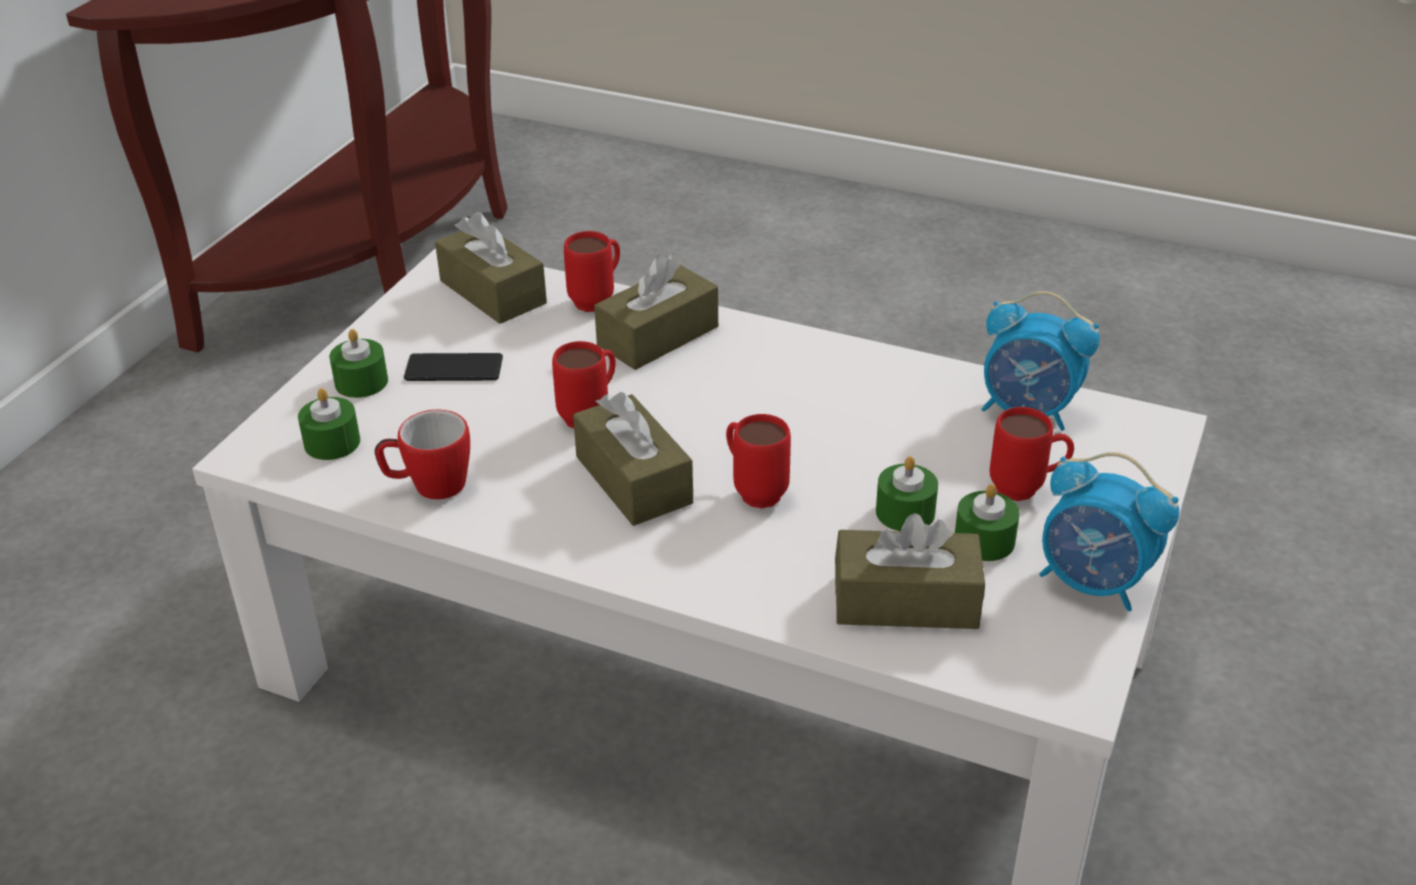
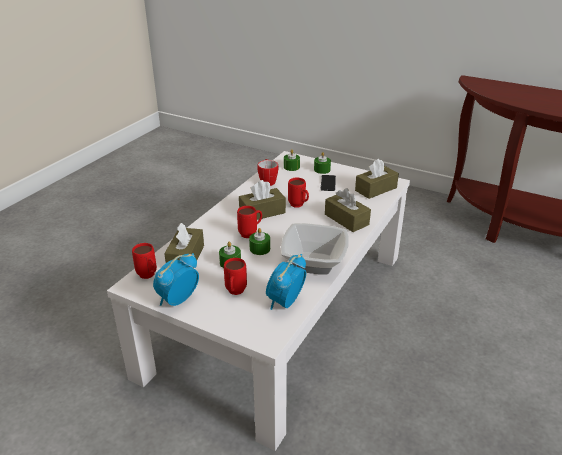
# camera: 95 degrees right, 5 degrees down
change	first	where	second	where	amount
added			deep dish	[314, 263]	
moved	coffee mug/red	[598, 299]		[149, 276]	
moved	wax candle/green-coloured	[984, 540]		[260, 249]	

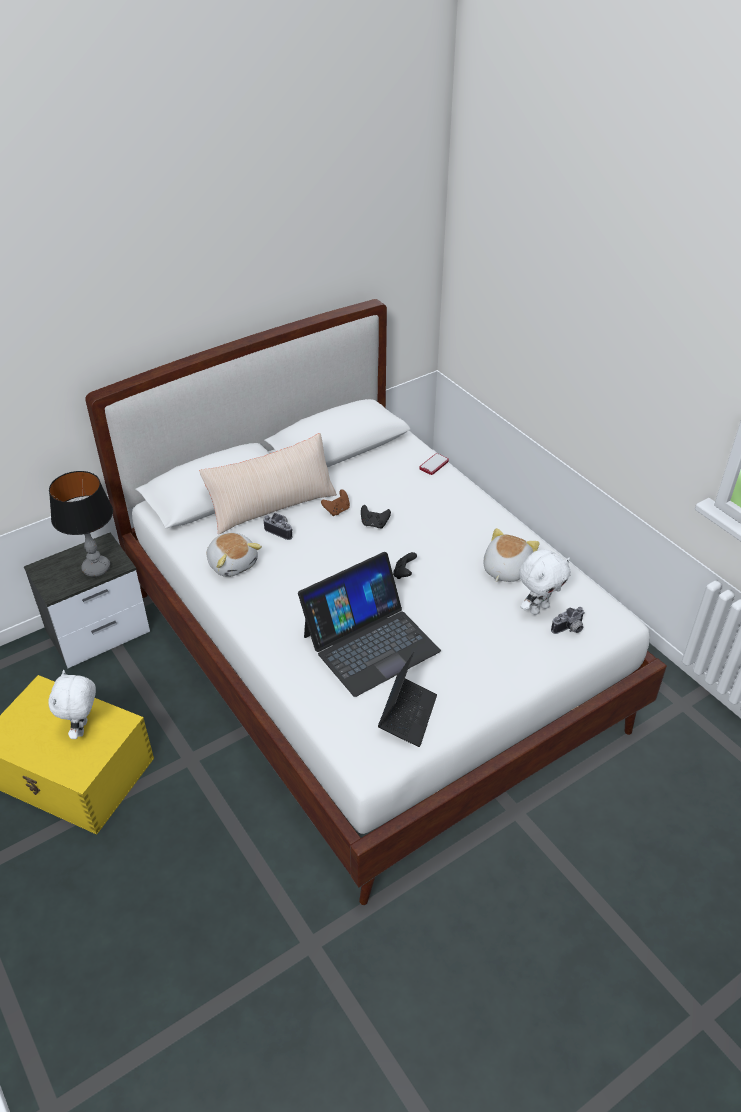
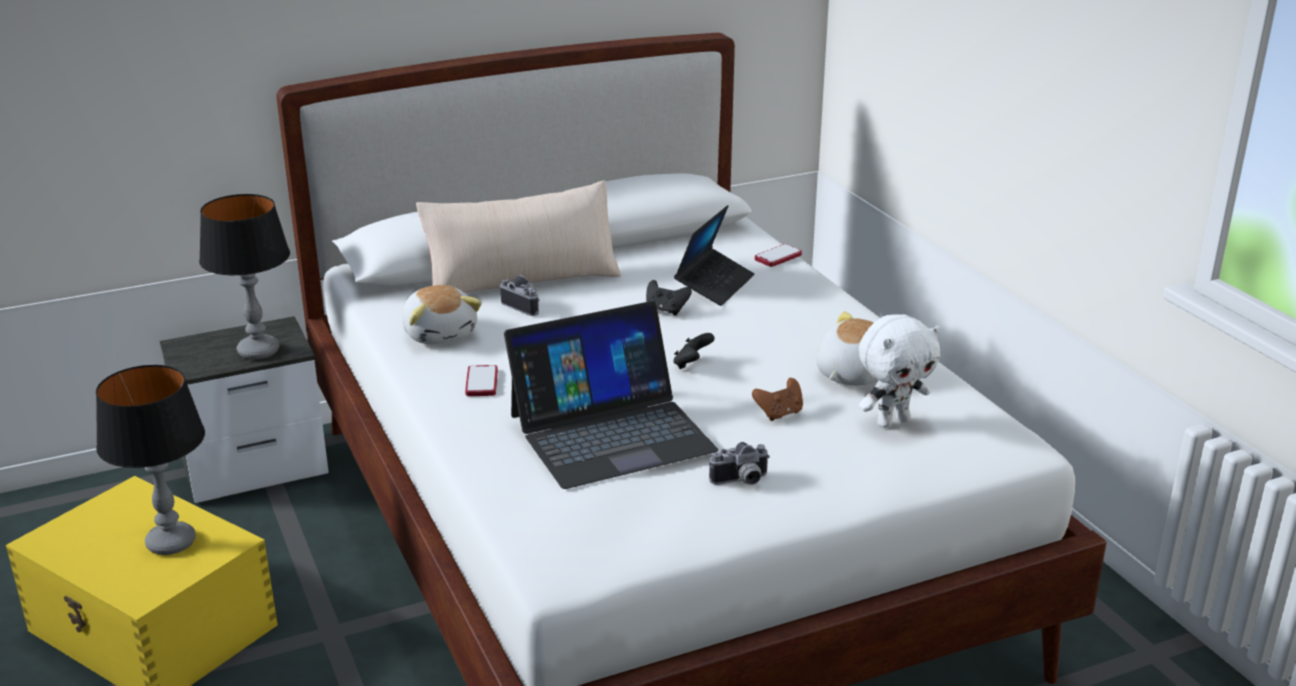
# camera: 10 degrees right, 15 degrees down
change	first	where	second	where	amount
added			telephone	[481, 382]	
moved	joypad/brown	[337, 510]		[779, 413]	
moved	portable computer	[407, 715]		[714, 285]	
moved	photo camera	[569, 629]		[741, 481]	
replaced	plush toy/white-coloured	[83, 729]	table lamp	[171, 543]	

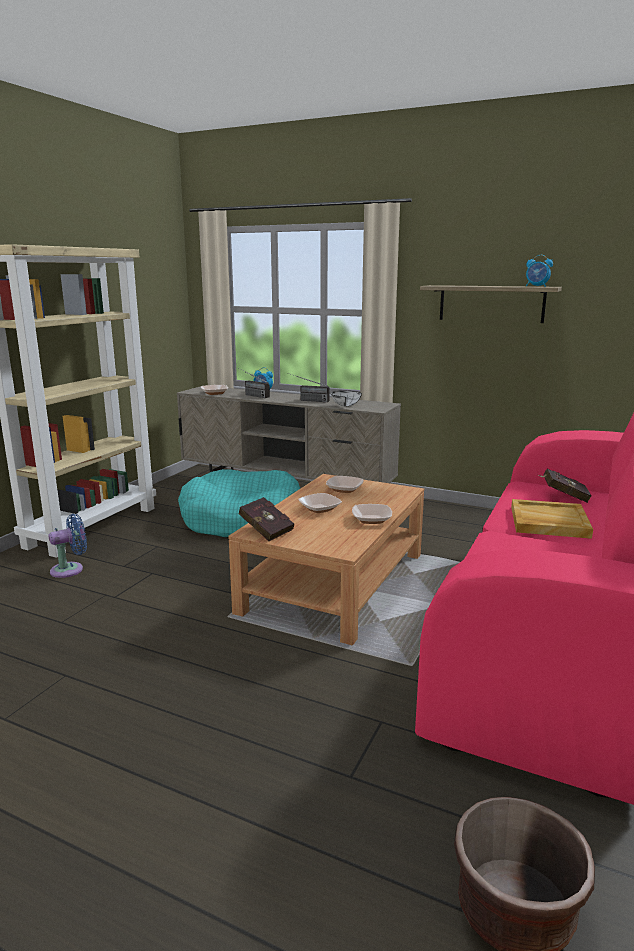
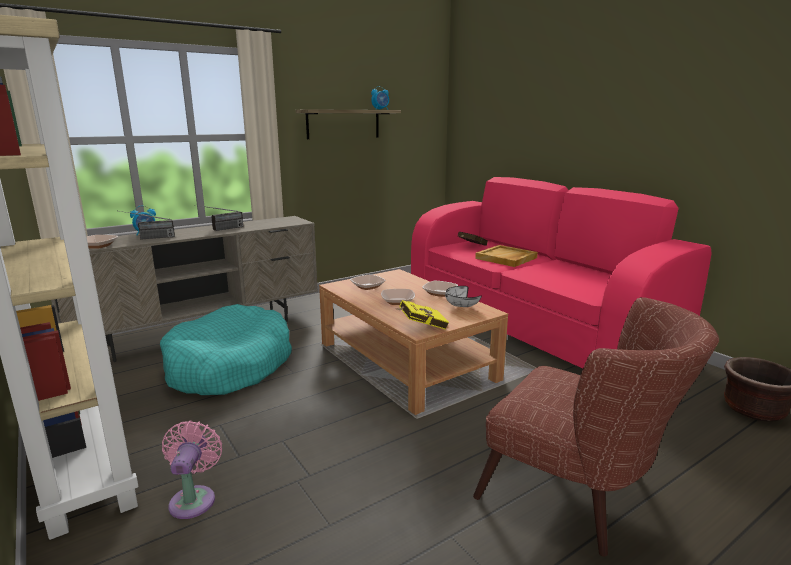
# camera: 60 degrees left, 0 degrees up
change	first	where	second	where	amount
added			lounge chair/brown	[578, 495]	
moved	deep dish/white-coloured	[343, 406]		[460, 306]	
recoloured	cooling fan/blue-coloured	[70, 569]	cooling fan/pink-coloured	[194, 498]	
recoloured	bound book/red	[265, 530]	bound book/yellowish	[421, 326]	

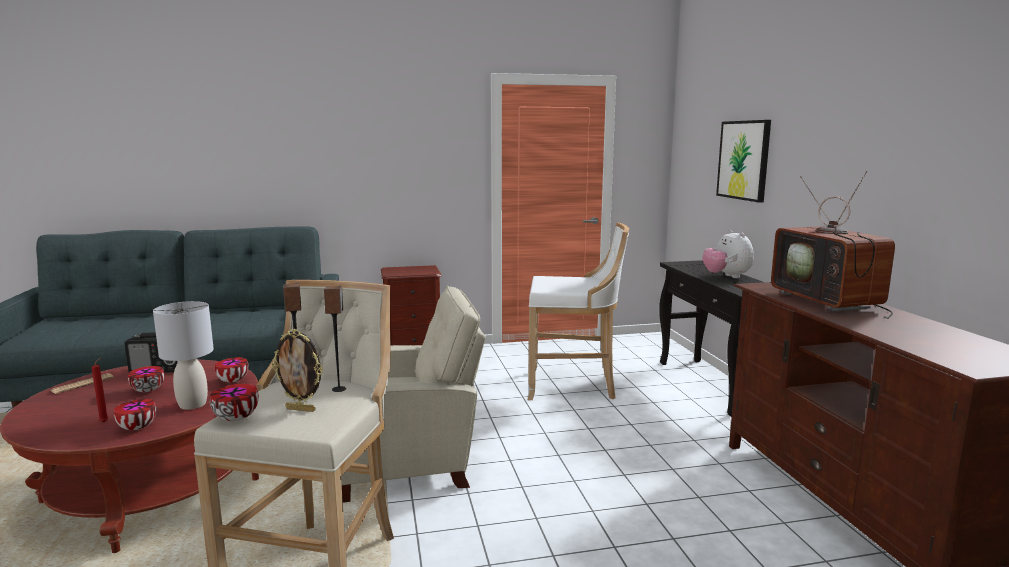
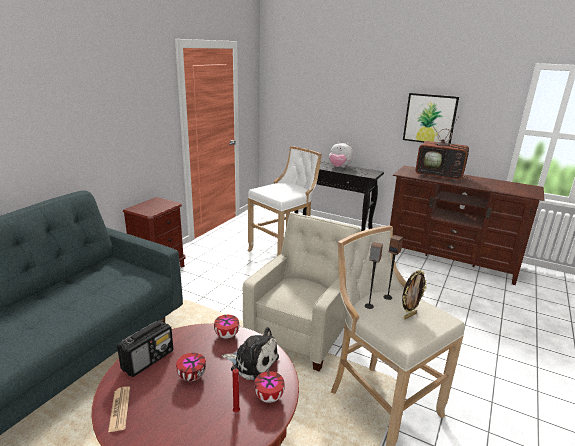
# camera: 50 degrees left, 10 degrees up
change	first	where	second	where	amount
removed	deep dish	[237, 418]			
moved	picture	[744, 160]		[430, 119]	
replaced	table lamp/grey	[193, 404]	plush toy	[252, 362]	

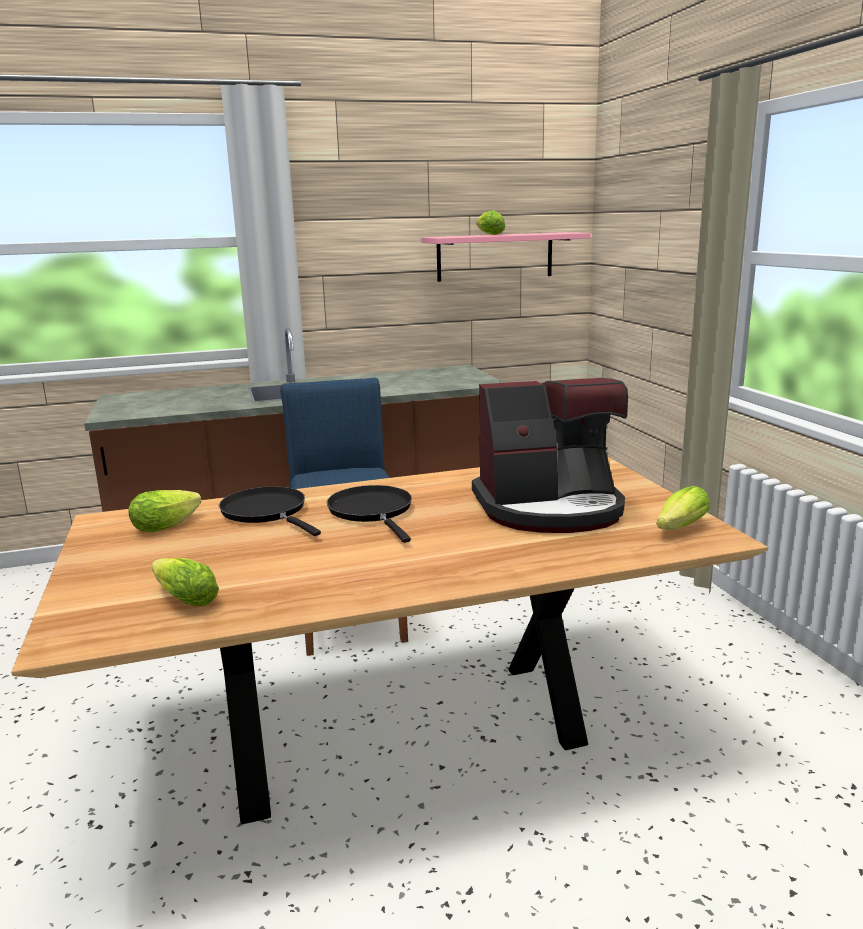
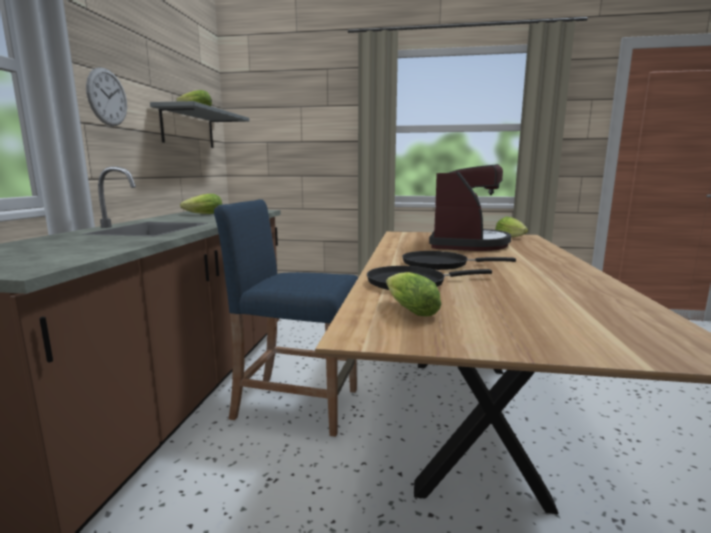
# camera: 65 degrees left, 5 degrees down
change	first	where	second	where	amount
added			clock on the wall	[107, 97]	
moved	head of lettuce	[183, 598]		[202, 214]	
recoloured	bracket shelf/pink-coloured	[495, 256]	bracket shelf/grey	[188, 128]	

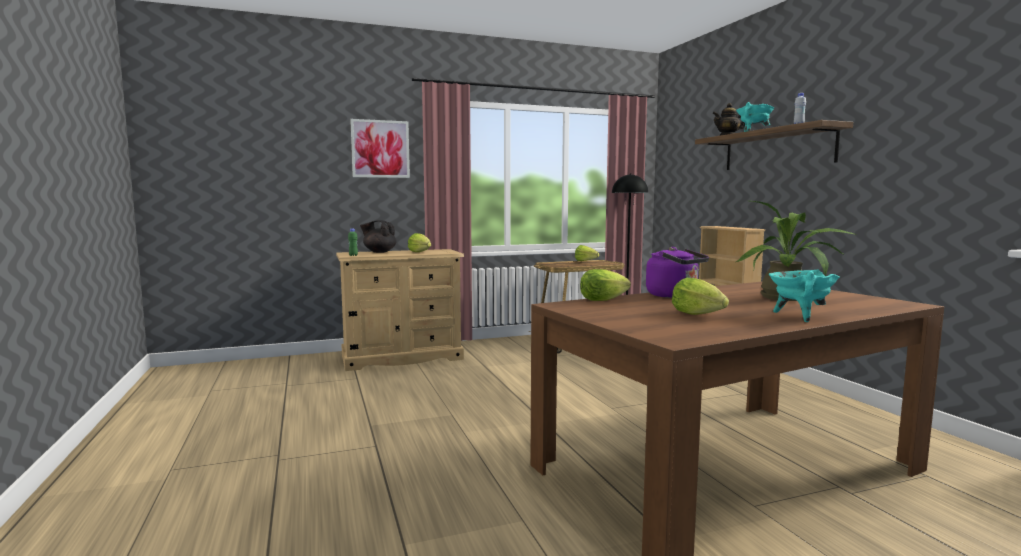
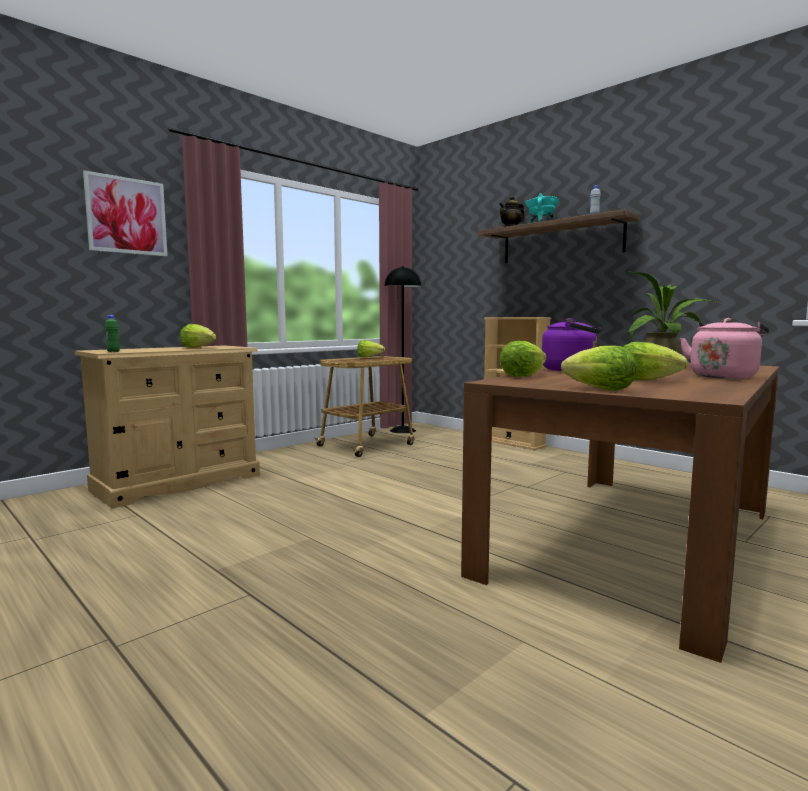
# camera: 25 degrees left, 0 degrees up
change	first	where	second	where	amount
removed	teapot/blackish	[379, 252]			
added			head of lettuce	[600, 389]	
replaced	stockpot/turquoise	[799, 316]	tea kettle/pink-coloured	[723, 376]	

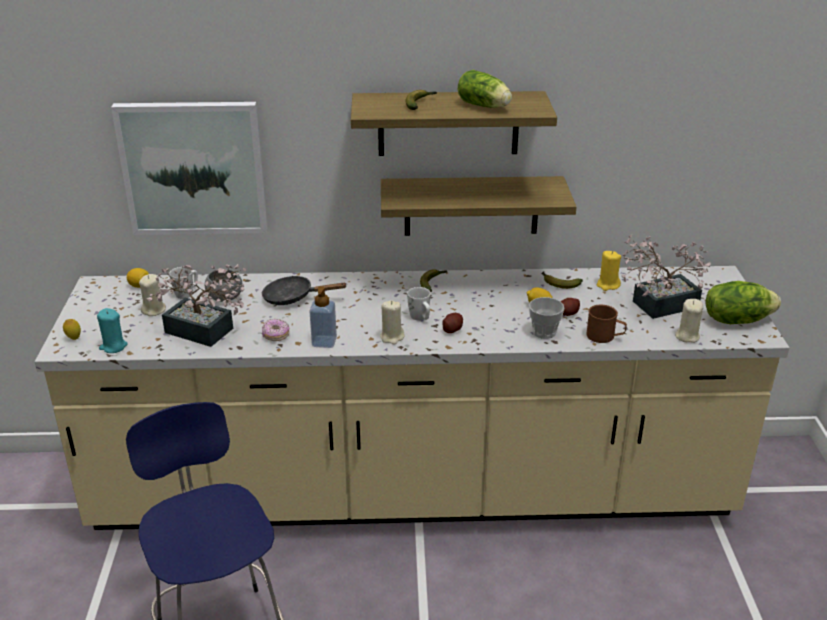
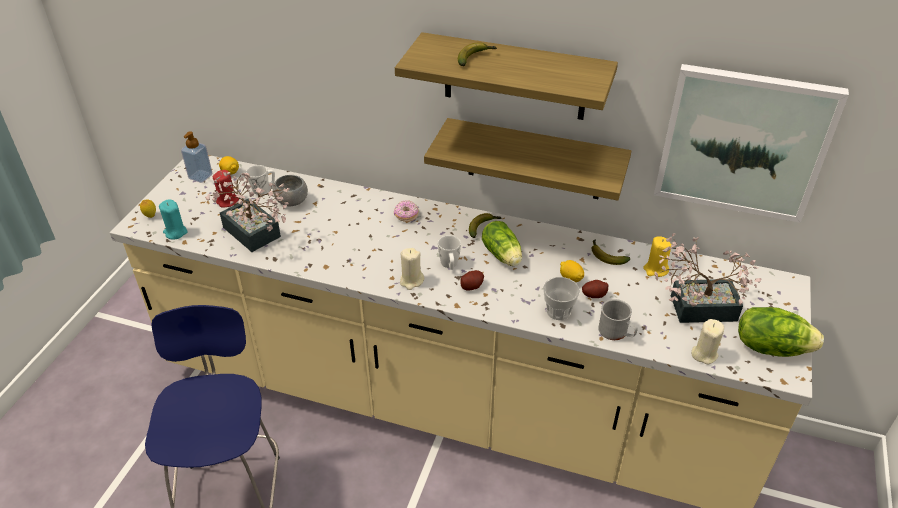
# camera: 20 degrees right, 10 degrees up
change	first	where	second	where	amount
removed	pan/blackish	[293, 297]			
moved	picture	[193, 168]		[743, 143]	
moved	doughnut	[275, 335]		[406, 215]	
moved	liquid soap bottle	[324, 342]		[200, 176]	
moved	head of lettuce	[485, 106]		[503, 256]	
recoloured	wax candle/beige	[154, 310]	wax candle/red	[227, 201]	
recoloured	coffee mug/brown	[605, 337]	coffee mug/grey	[616, 333]	

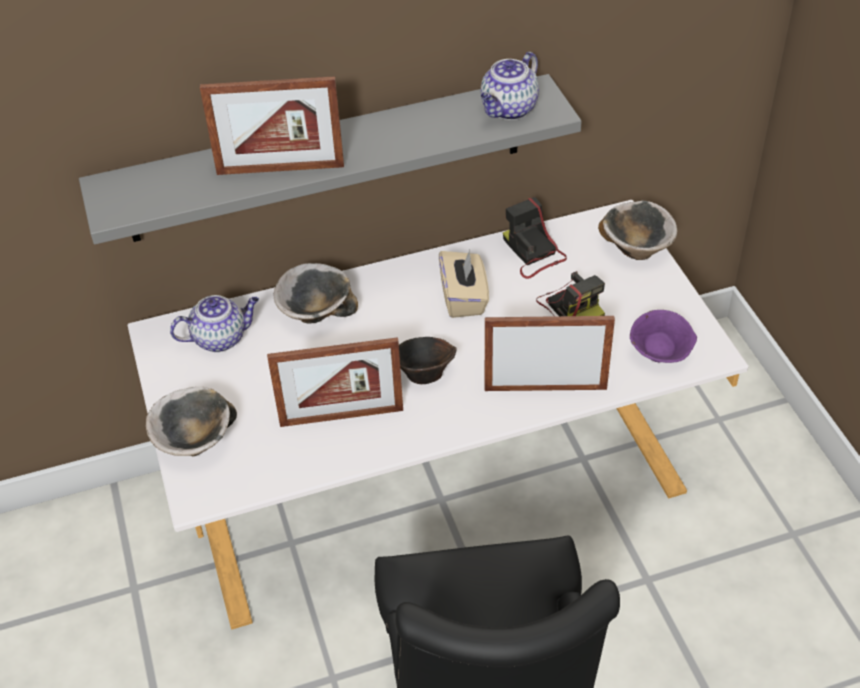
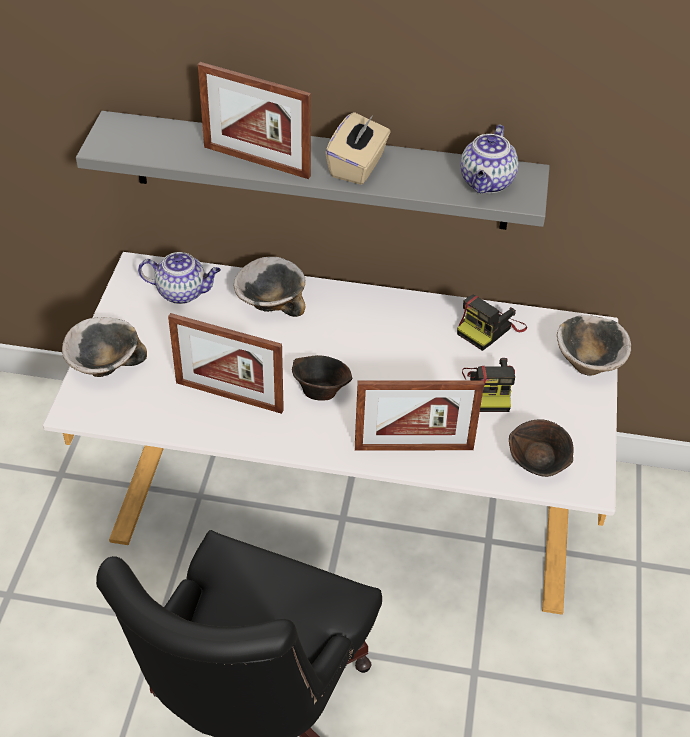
# camera: 25 degrees right, 0 degrees up
change	first	where	second	where	amount
moved	tissue holder/beige	[464, 298]		[358, 166]	
recoloured	deep dish/purplish	[660, 355]	deep dish/brown	[538, 465]	
turned	teapot	[509, 110]		[487, 183]	45 degrees counterclockwise
turned	picture frame	[545, 388]		[414, 448]	150 degrees clockwise
turned	photo camera	[532, 253]		[490, 328]	135 degrees counterclockwise

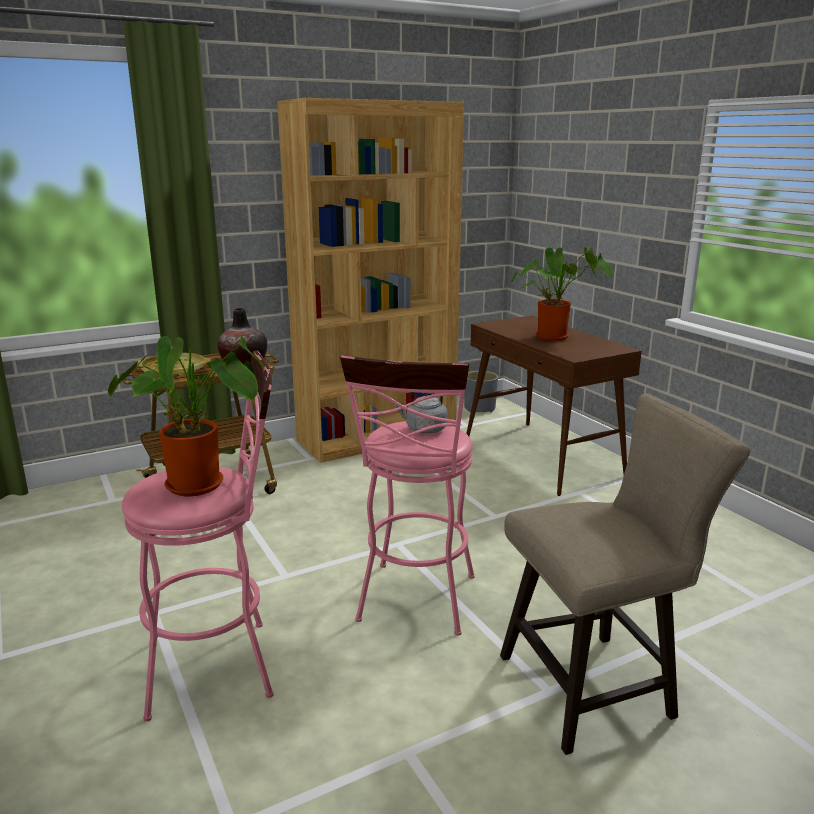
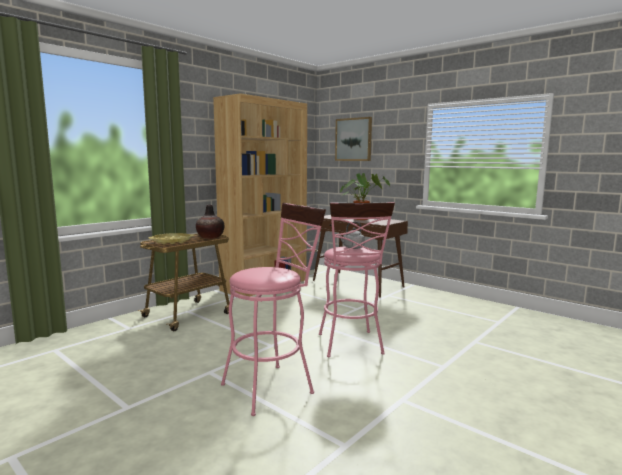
# camera: 20 degrees left, 10 degrees down
change	first	where	second	where	amount
removed	potted plant	[202, 485]			
removed	sitting stool/beige	[597, 685]			
added			picture	[353, 139]	

